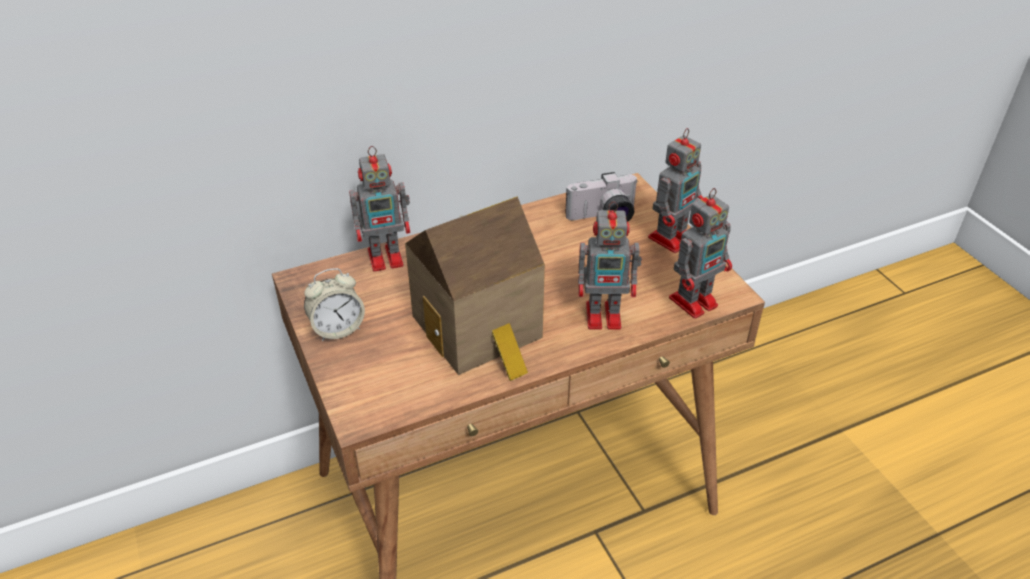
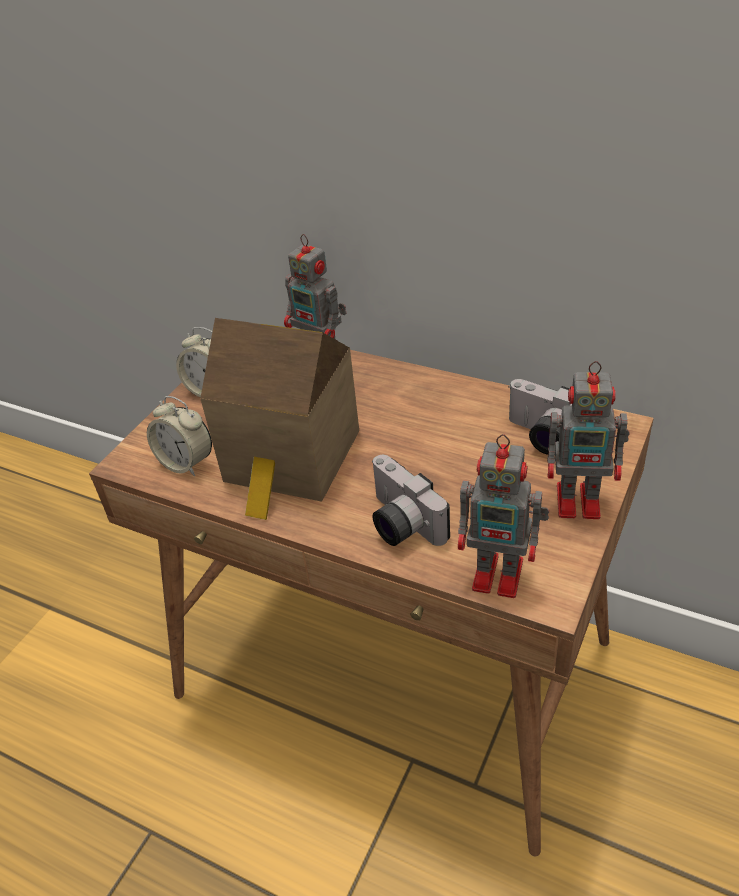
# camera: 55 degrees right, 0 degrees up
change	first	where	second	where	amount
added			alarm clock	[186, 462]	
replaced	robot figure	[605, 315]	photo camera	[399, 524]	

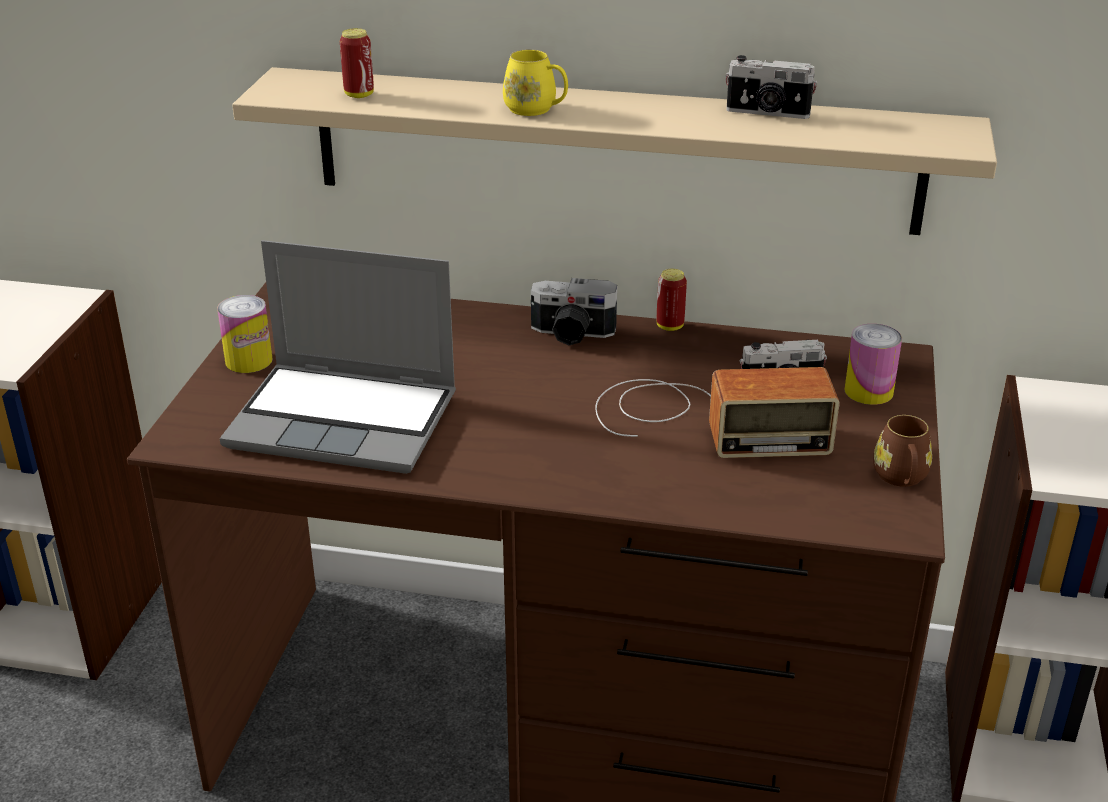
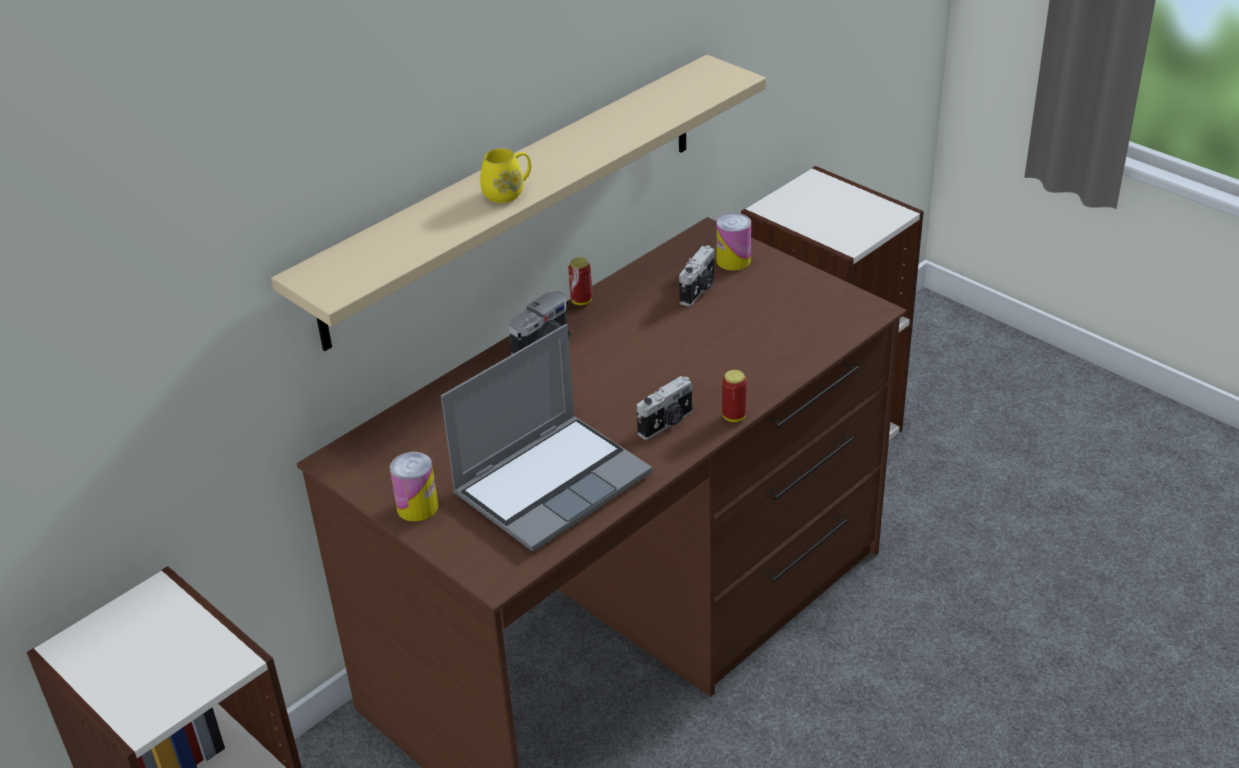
# camera: 55 degrees left, 5 degrees up
change	first	where	second	where	amount
removed	radio set	[703, 420]			
removed	coffee mug/brown	[901, 478]			
moved	sealed can	[359, 95]		[734, 416]	
moved	photo camera	[767, 113]		[667, 423]	

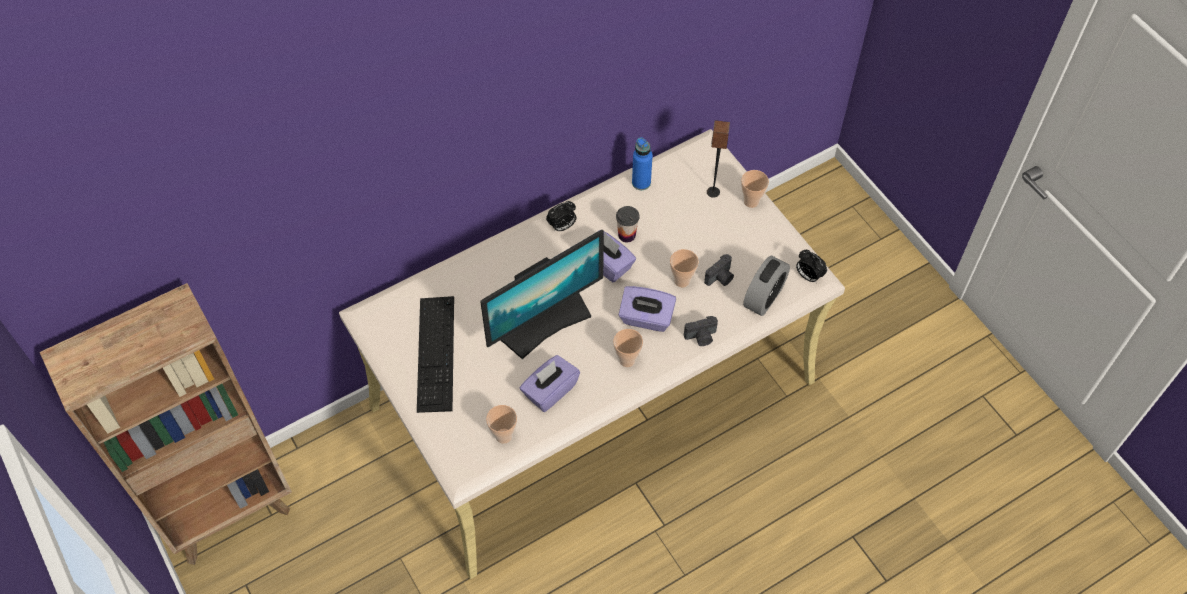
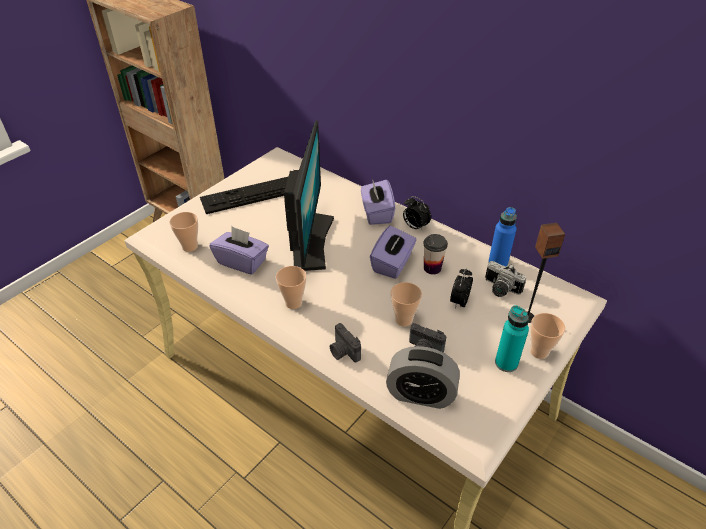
# camera: 70 degrees right, 15 degrees down
change	first	where	second	where	amount
added			photo camera	[500, 289]	
added			bottle/turquoise	[506, 363]	
moved	tissue holder/purplish	[646, 318]		[376, 213]	
moved	alarm clock	[808, 276]		[459, 301]	
turned	computer screen	[545, 323]		[310, 241]	120 degrees counterclockwise

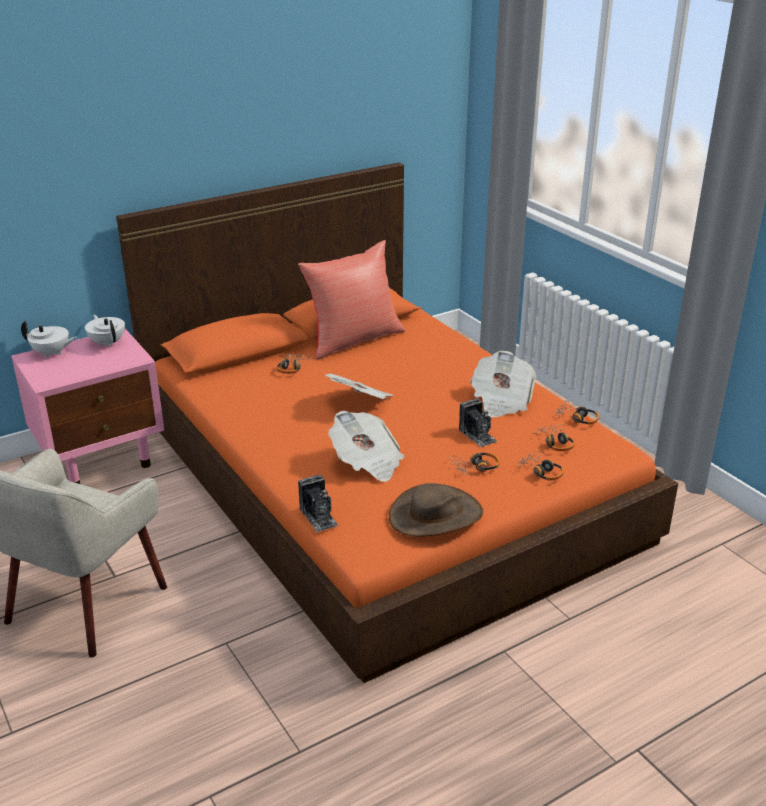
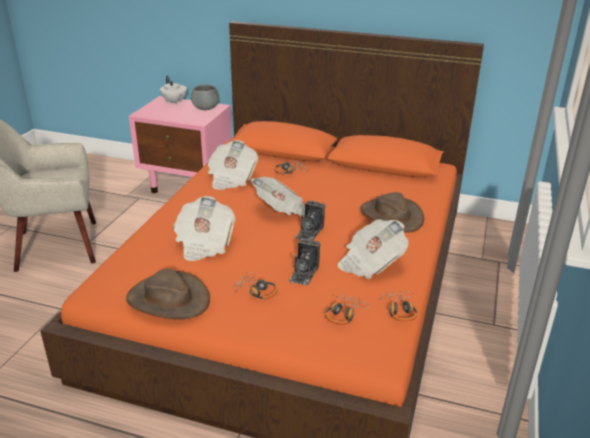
# camera: 50 degrees right, 0 degrees up
change	first	where	second	where	amount
removed	pillow/red	[353, 340]			
removed	headphones	[540, 471]			
added			daily paper	[231, 178]	
added			clothing hat/brown	[391, 216]	
moved	photo camera	[318, 517]		[309, 232]	
replaced	teapot/white-coloured	[107, 343]	deep dish/grey	[206, 108]	

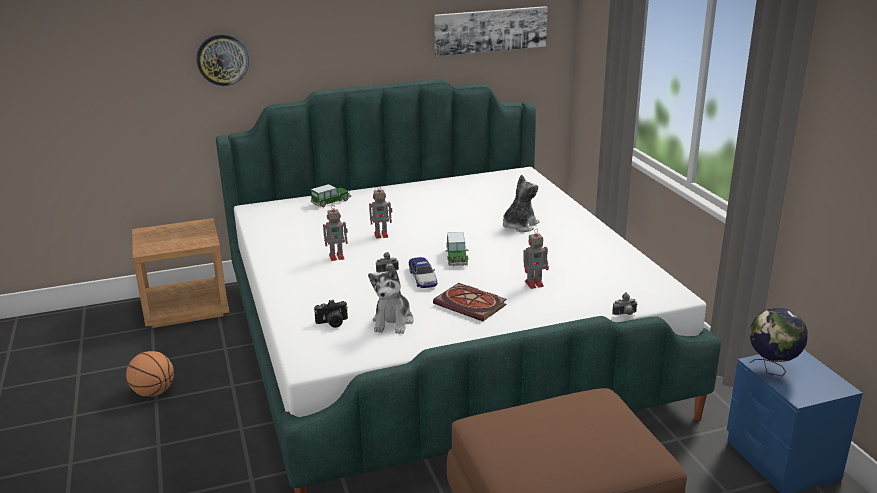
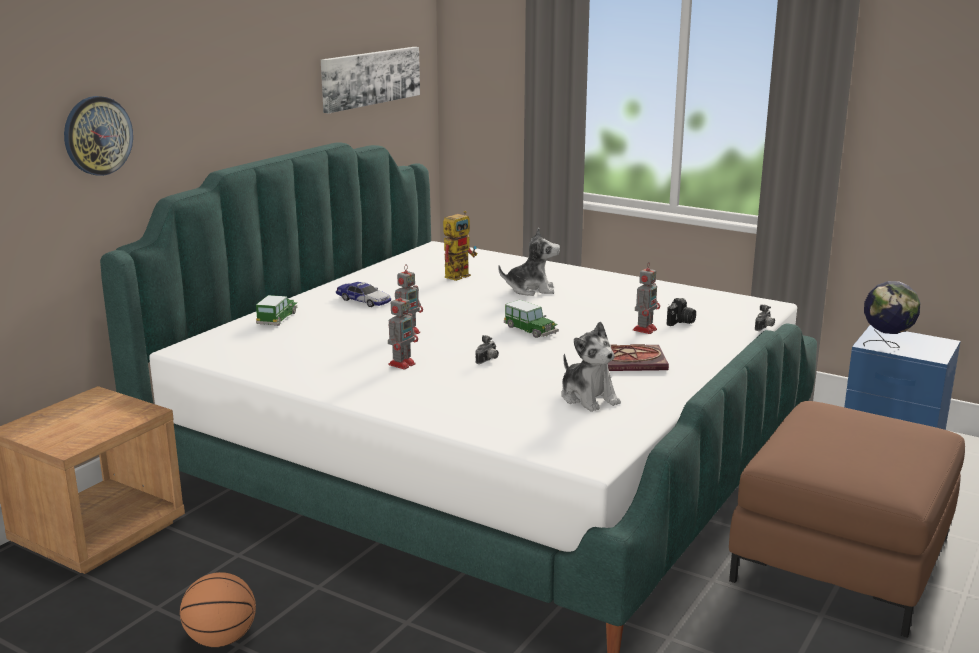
# camera: 40 degrees left, 5 degrees down
change	first	where	second	where	amount
added			robot figure	[459, 274]	
moved	photo camera	[332, 323]		[681, 322]	
moved	toy car	[422, 277]		[363, 301]	
turned	plush toy	[519, 226]		[531, 289]	90 degrees clockwise

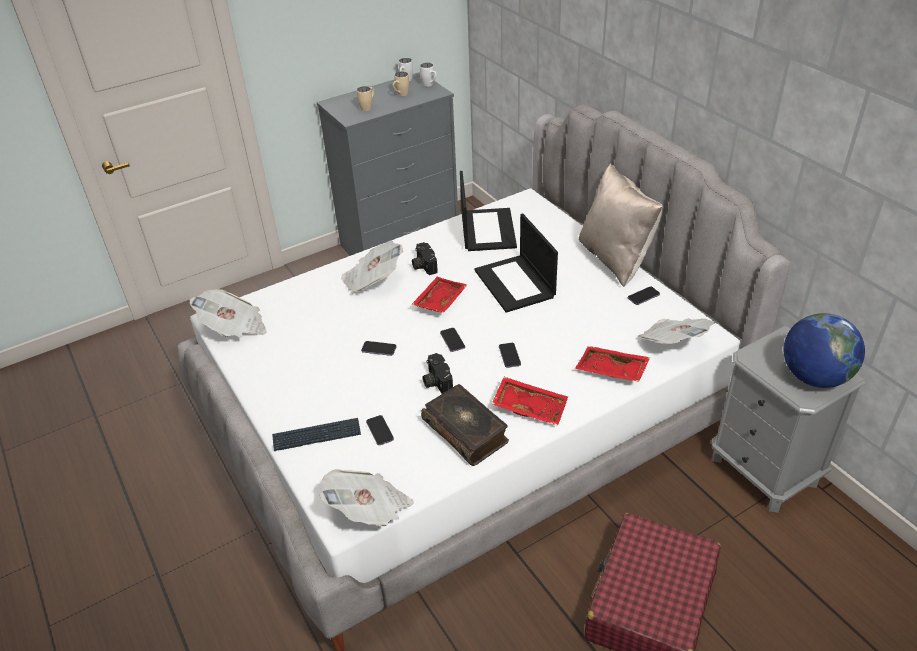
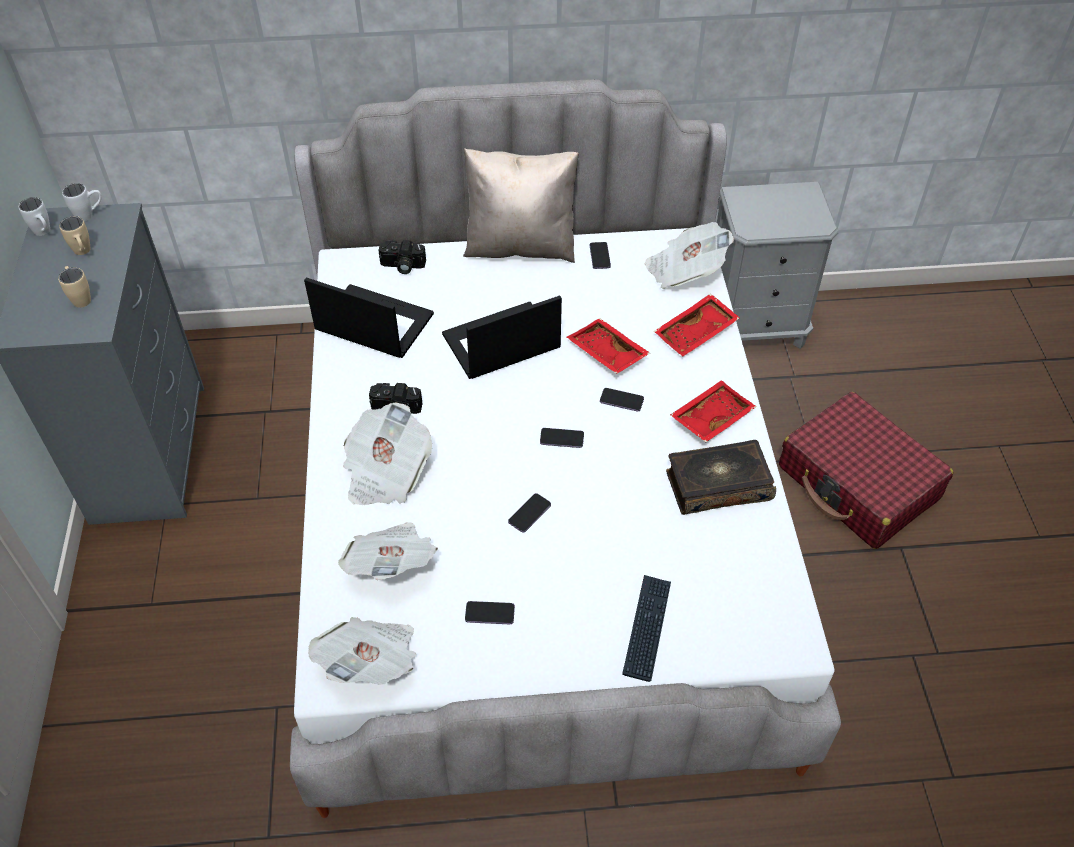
# camera: 65 degrees left, 10 degrees up
change	first	where	second	where	amount
removed	desk globe	[814, 377]			
moved	daily paper	[370, 510]		[392, 564]	
moved	telephone	[380, 431]		[489, 613]	
moved	carrying tray/red	[439, 301]		[606, 354]	
moved	photo camera	[436, 381]		[402, 266]	
turned	portable computer	[515, 284]		[500, 343]	150 degrees clockwise

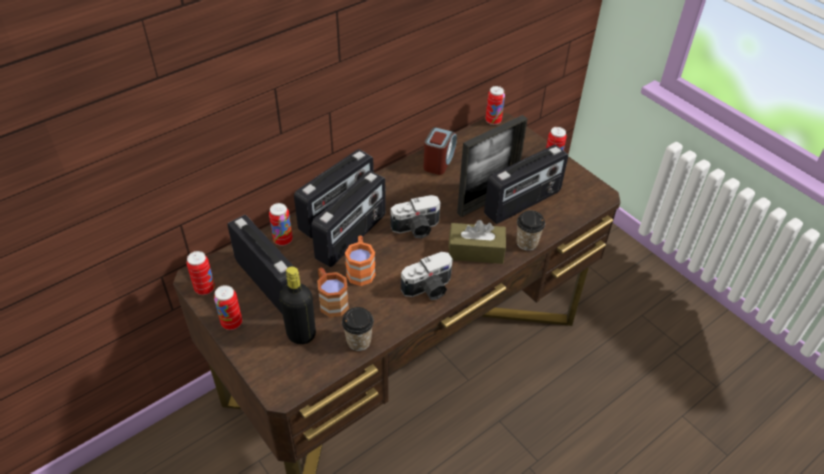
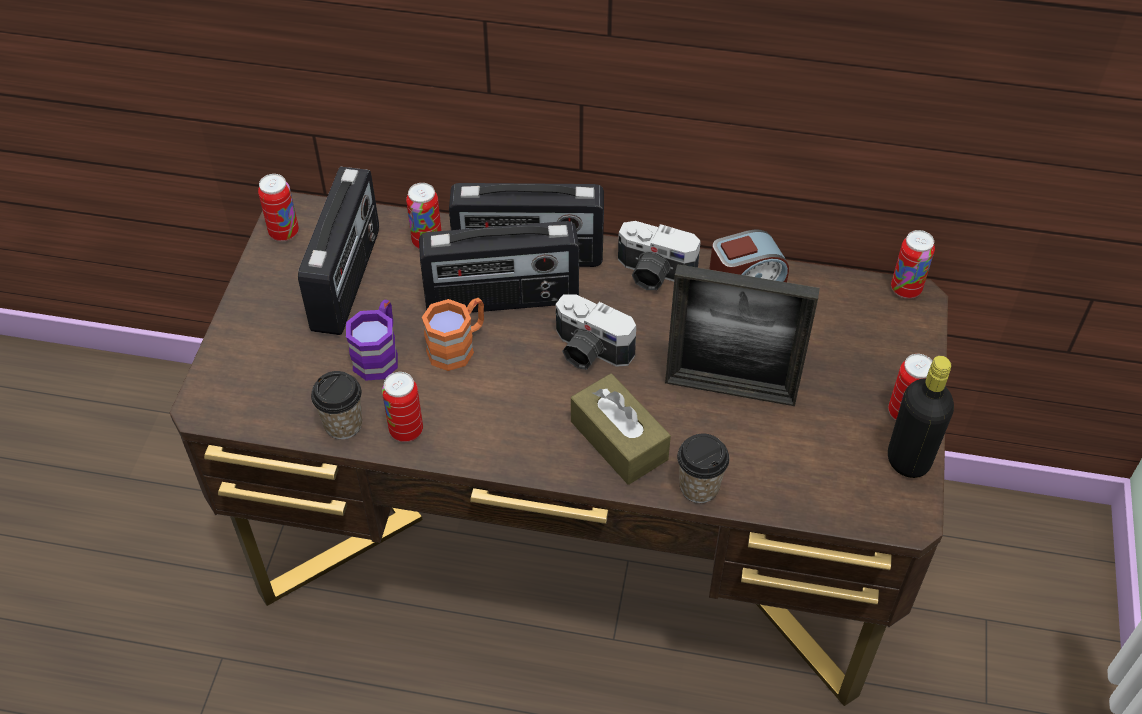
# camera: 50 degrees right, 5 degrees up
change	first	where	second	where	amount
removed	radio set	[523, 203]			
moved	sealed can	[232, 323]		[406, 430]	
moved	bottle/blackish	[301, 334]		[908, 460]	
moved	photo camera	[429, 289]		[653, 274]	
recoloured	coffee mug/brown	[331, 300]	coffee mug/purplish	[379, 354]	

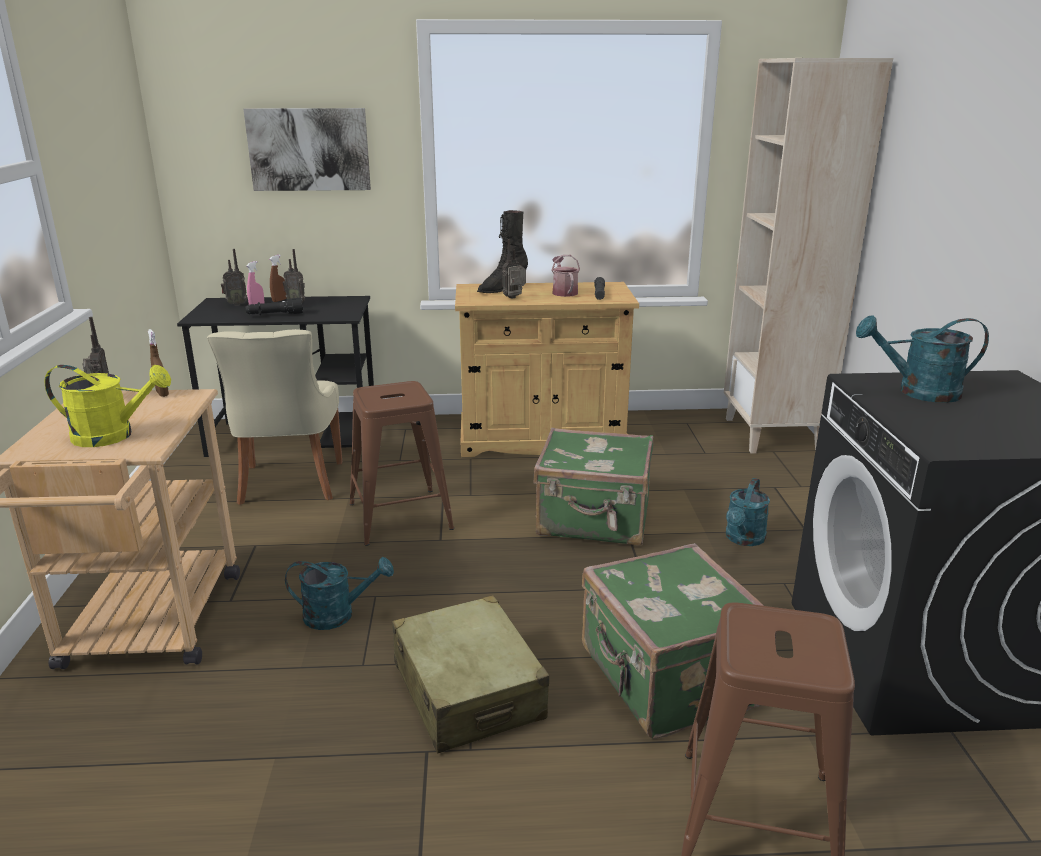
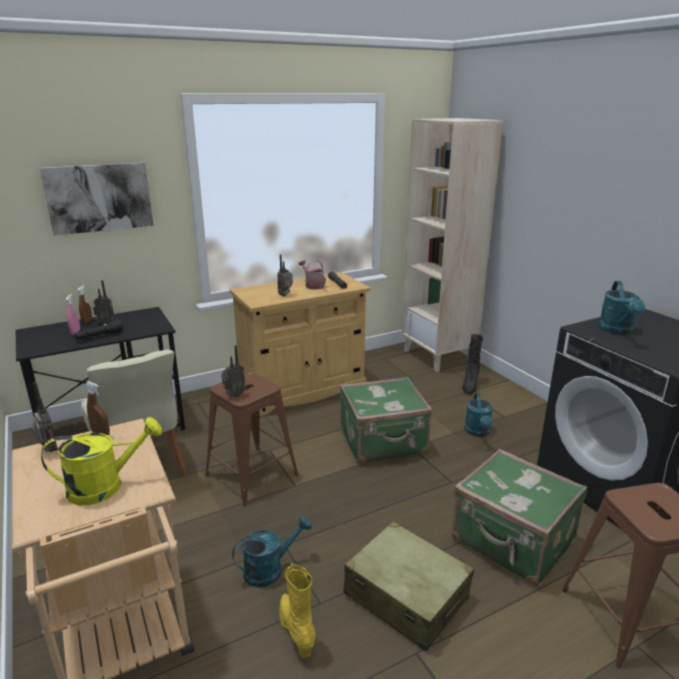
# camera: 25 degrees left, 0 degrees up
change	first	where	second	where	amount
added			boot/yellowish	[296, 630]	
moved	radio set	[236, 304]		[233, 395]	
moved	boot/blackish	[502, 288]		[470, 385]	
turned	watering pot/turquoise	[917, 392]		[617, 331]	60 degrees counterclockwise

